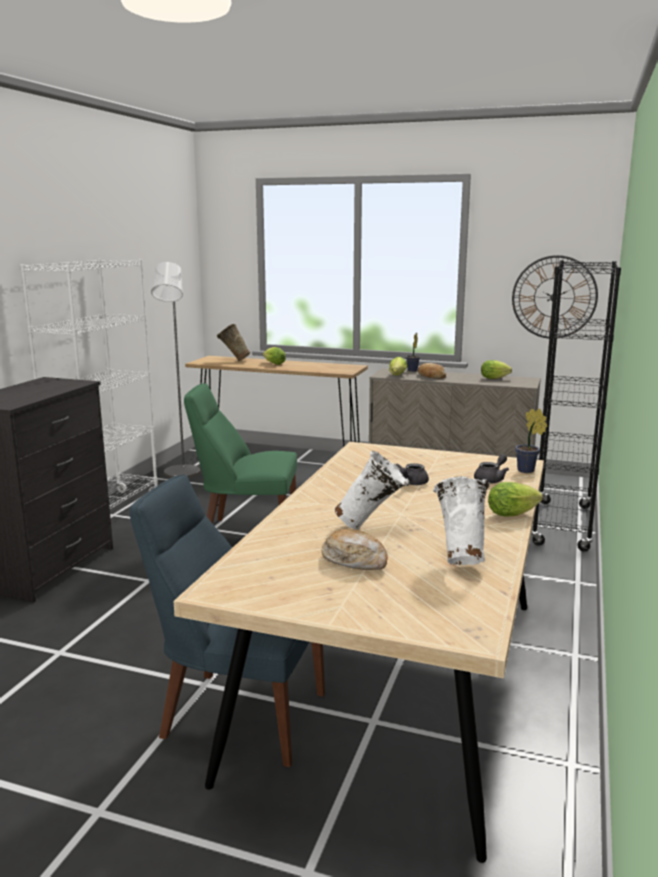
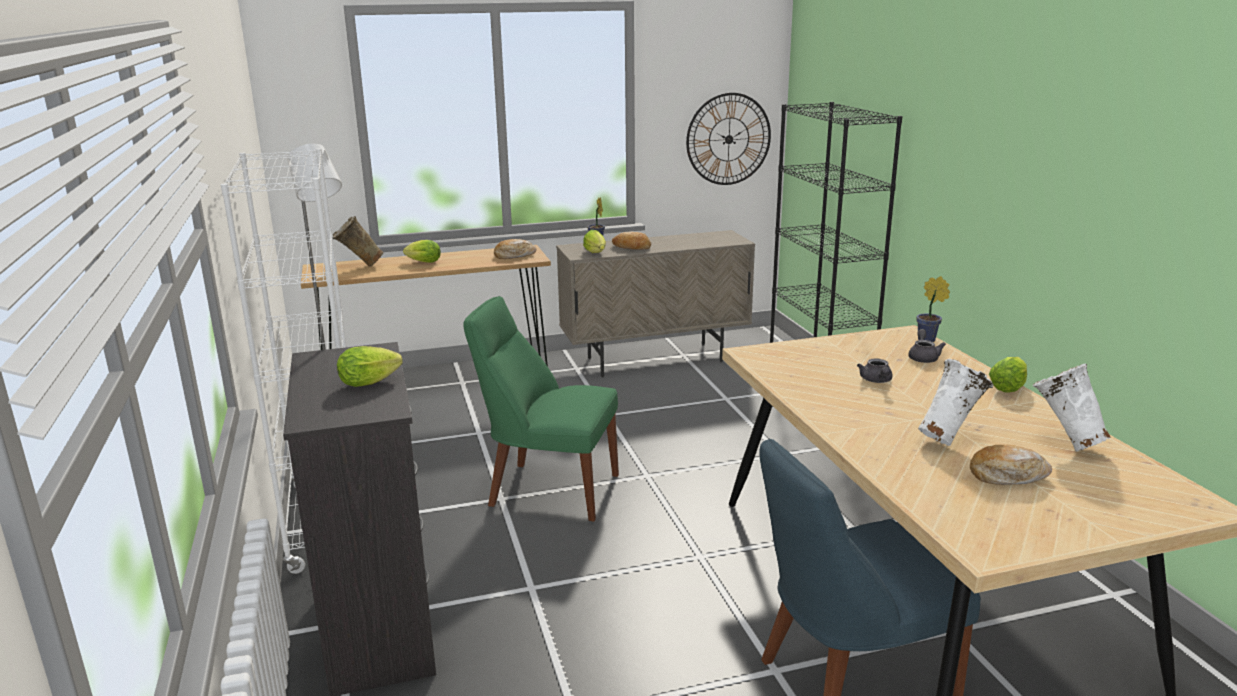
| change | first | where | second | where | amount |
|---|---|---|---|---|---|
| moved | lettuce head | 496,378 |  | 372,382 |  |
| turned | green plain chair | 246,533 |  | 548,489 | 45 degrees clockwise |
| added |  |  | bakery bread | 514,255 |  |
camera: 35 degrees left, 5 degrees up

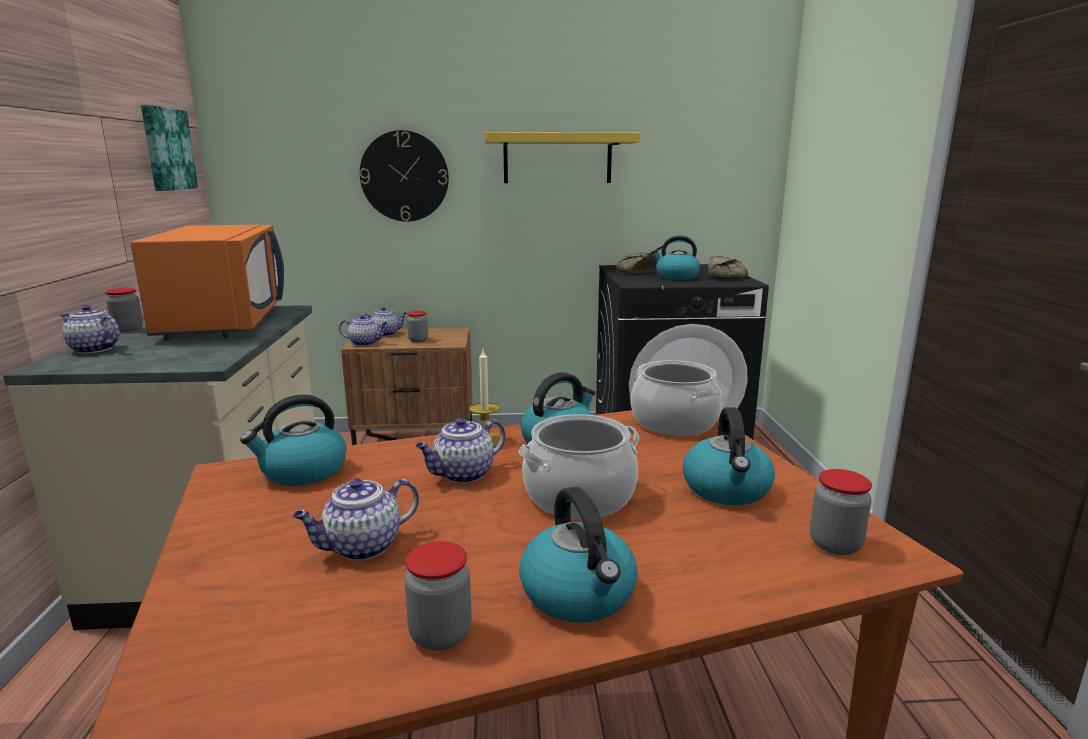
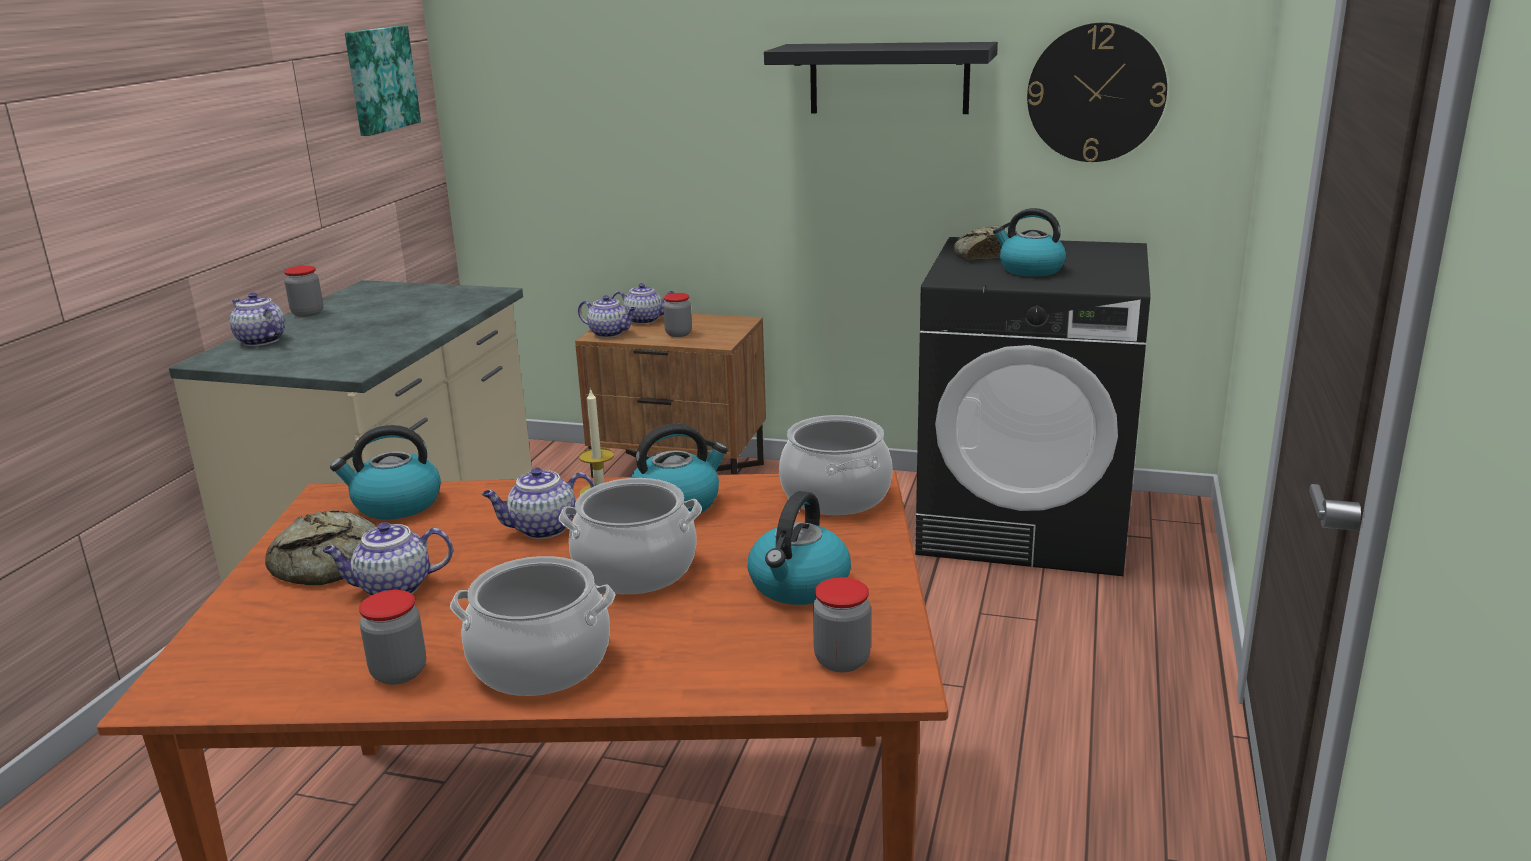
| change | first | where | second | where | amount |
|---|---|---|---|---|---|
| moved | clock on the wall | 404,176 |  | 1096,93 |  |
| recoloured | yellowish bracket shelf | 557,159 | black-coloured bracket shelf | 889,78 |  |
| removed | orange-coloured microwave oven | 223,322 |  |  |  |
| moved | bakery bread | 725,276 |  | 332,562 |  |
| replaced | tea kettle | 579,594 | saucepot | 541,662 |  |
camera: 20 degrees right, 5 degrees up

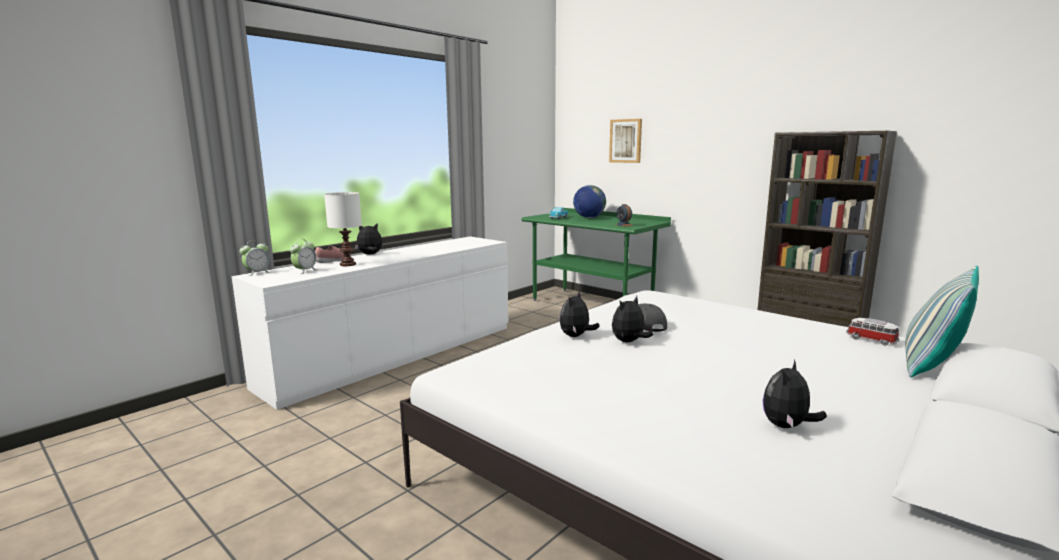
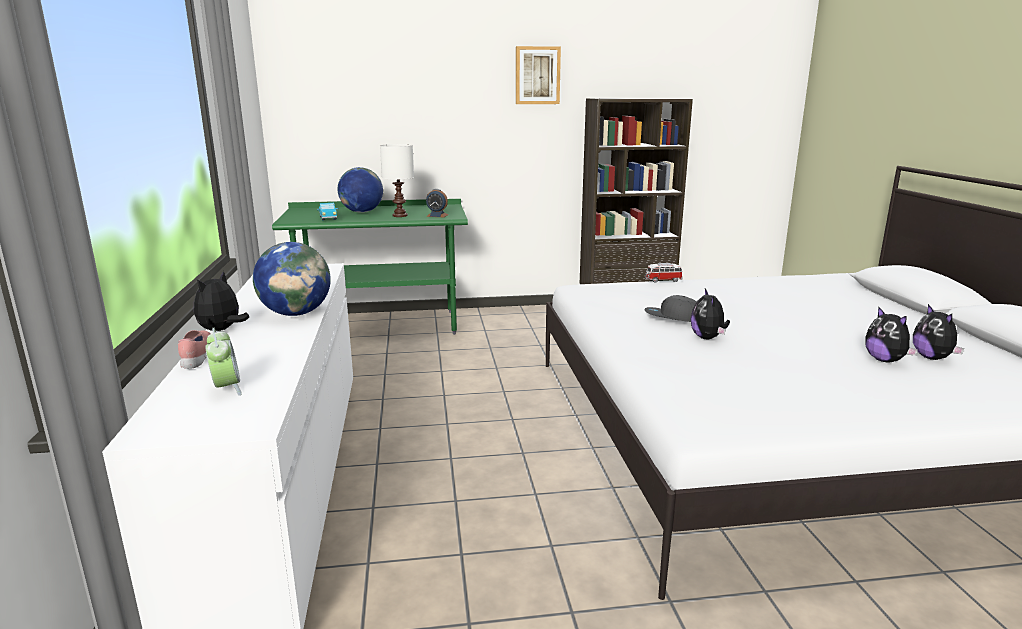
| change | first | where | second | where | amount |
|---|---|---|---|---|---|
| moved | picture | 626,141 |  | 537,75 |  |
| moved | white-coloured table lamp | 347,264 |  | 399,215 |  |
| removed | table clock | 257,273 |  |  |  |
| removed | pillow | 931,366 |  |  |  |
| moved | plush toy | 576,336 |  | 885,360 |  |
| moved | miniature car | 870,340 |  | 662,280 |  |
| added |  |  | world globe | 296,313 |  |
camera: 50 degrees left, 5 degrees up

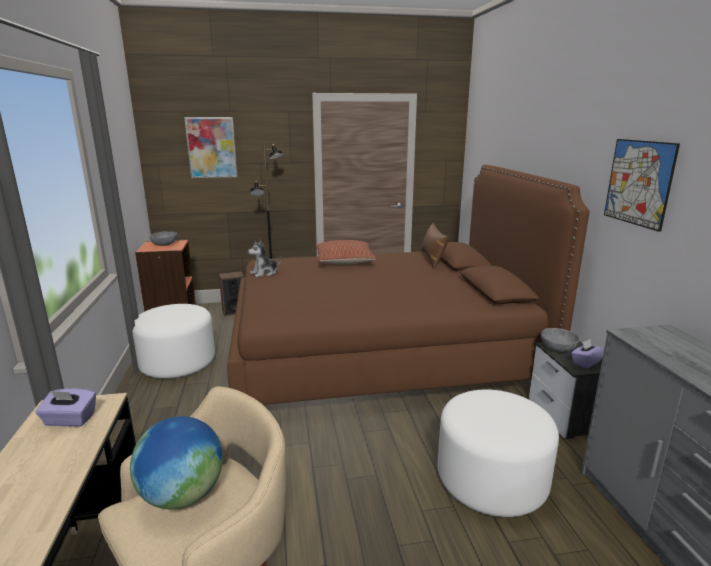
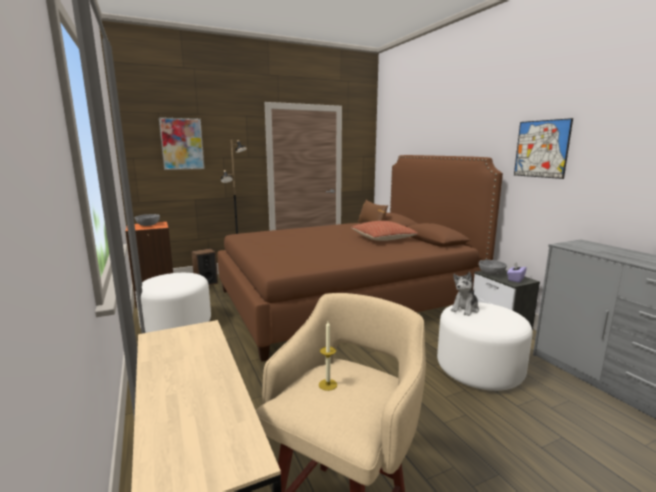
| change | first | where | second | where | amount |
|---|---|---|---|---|---|
| moved | plush toy | 265,273 |  | 465,309 |  |
| moved | pillow | 344,261 |  | 383,239 |  |
| removed | purplish tissue box | 70,420 |  |  |  |
| replaced | world globe | 183,496 | wax candle | 327,384 |  |
camera: 15 degrees left, 5 degrees down

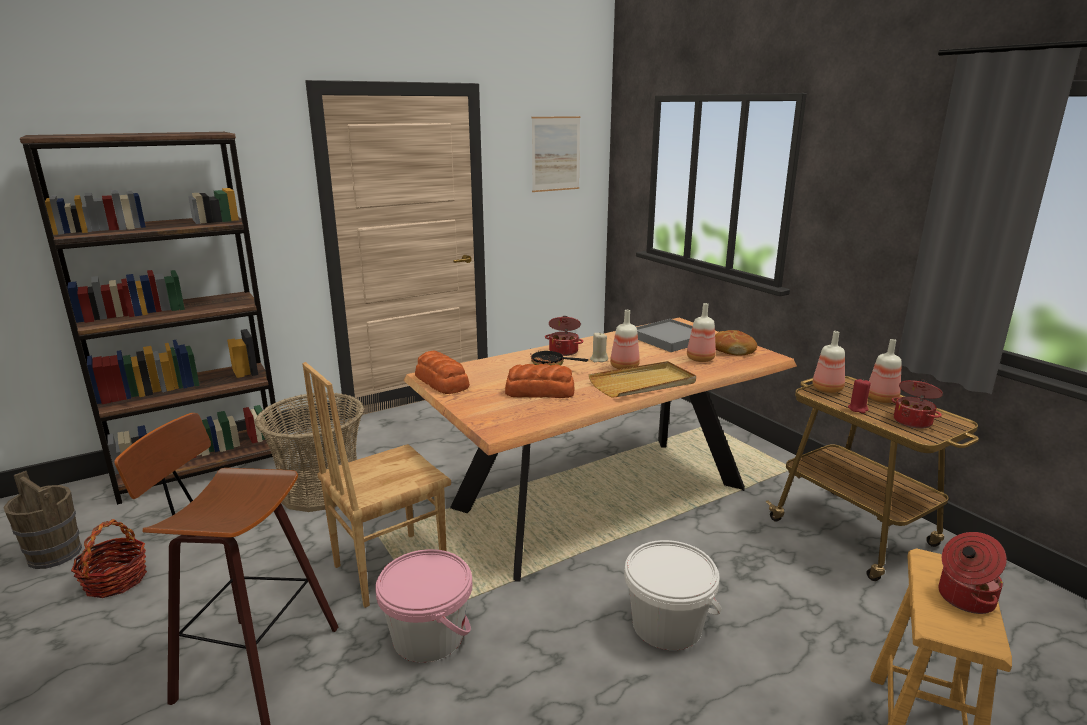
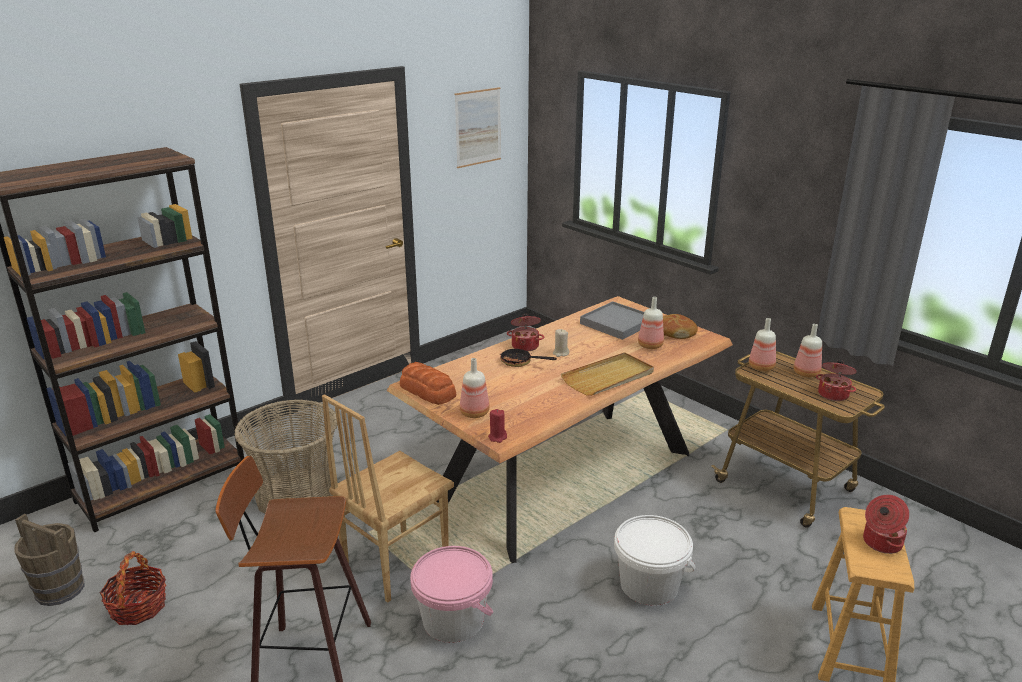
| change | first | where | second | where | amount |
|---|---|---|---|---|---|
| moved | beverage bottle | 623,367 |  | 473,413 |  |
| removed | bakery bread | 539,391 |  |  |  |
| moved | reddish wax candle | 858,409 |  | 497,437 |  |
camera: 10 degrees left, 5 degrees up

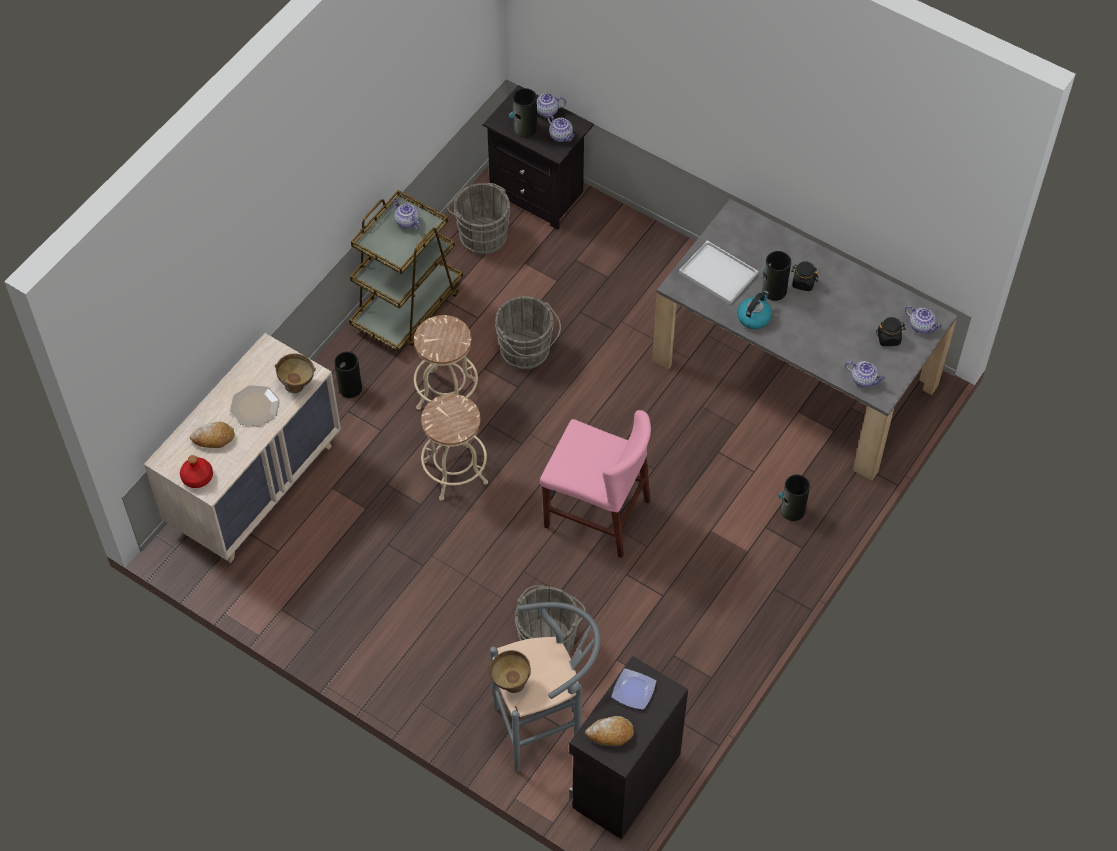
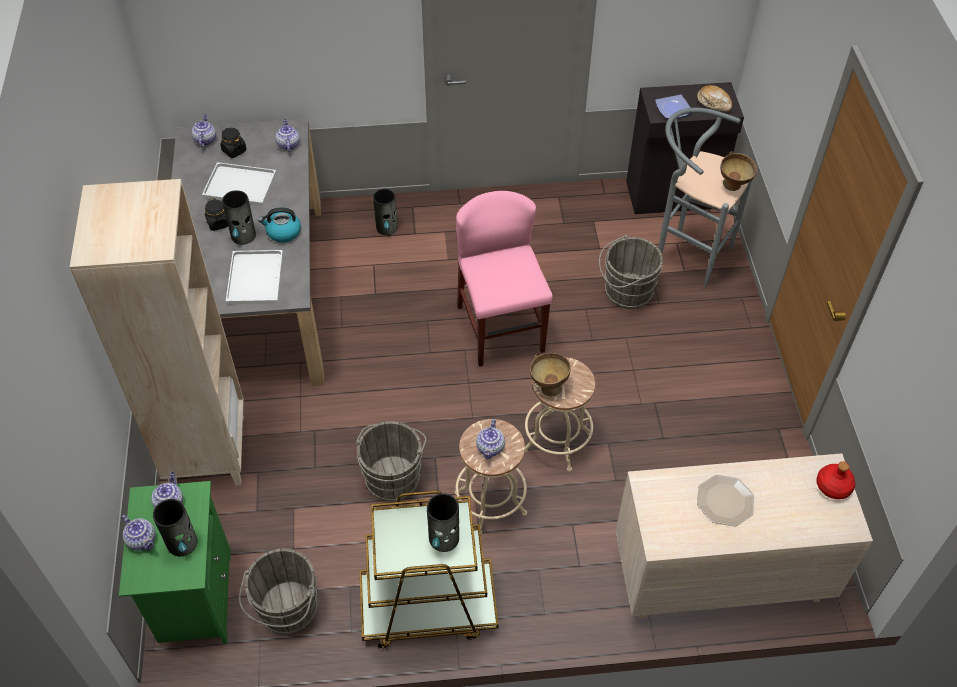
| change | first | where | second | where | amount |
|---|---|---|---|---|---|
| recoloured | black-coloured night table | 540,193 | green night table | 194,597 |  |
| moved | teapot | 406,222 |  | 490,448 |  |
| moved | vase | 349,388 |  | 444,538 |  |
| moved | brown-coloured serving bowl | 298,385 |  | 548,386 |  |
| removed | bakery bread | 213,439 |  |  |  |
| added |  |  | white-coloured tray | 241,185 |  |
| added |  |  | beige shelving unit | 207,452 |  |
camera: 130 degrees left, 5 degrees down

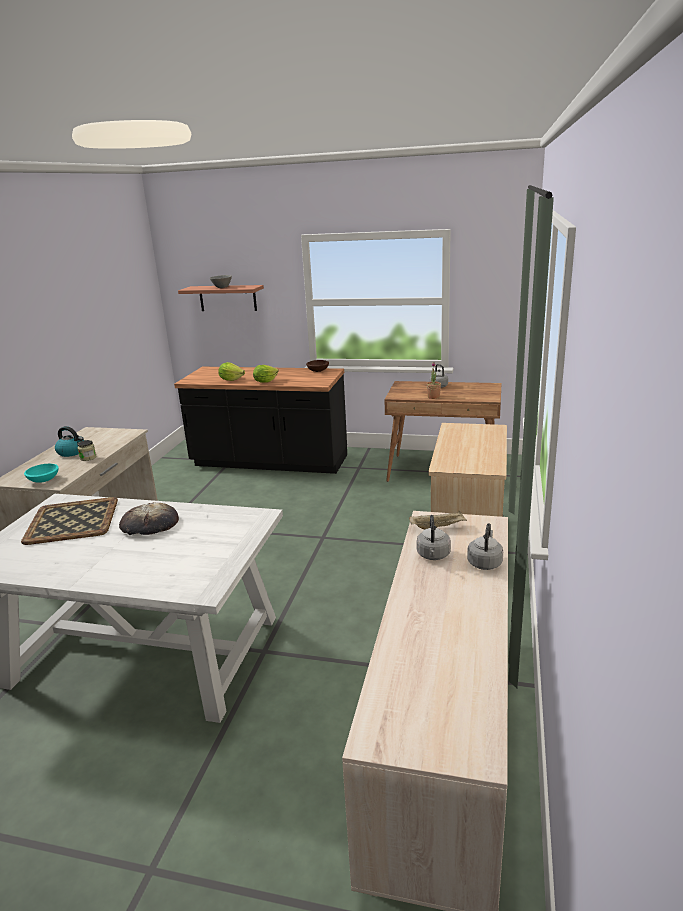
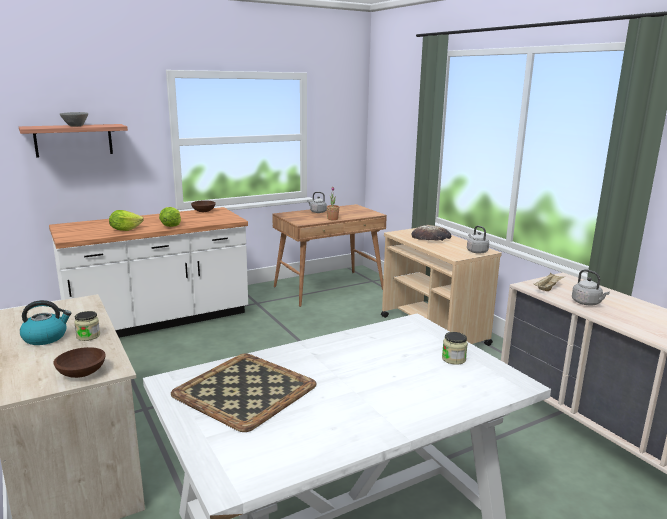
| change | first | where | second | where | amount |
|---|---|---|---|---|---|
| recoloured | black-coloured counter | 269,462 | white-coloured counter | 159,321 |  |
| recoloured | blue-green serving bowl | 43,480 | brown-coloured serving bowl | 81,373 |  |
| moved | bakery bread | 149,524 |  | 431,237 |  |
| moved | greyish tea kettle | 485,562 |  | 476,251 |  |
| added |  |  | preserve jar | 453,359 |  |
camera: 45 degrees left, 5 degrees down

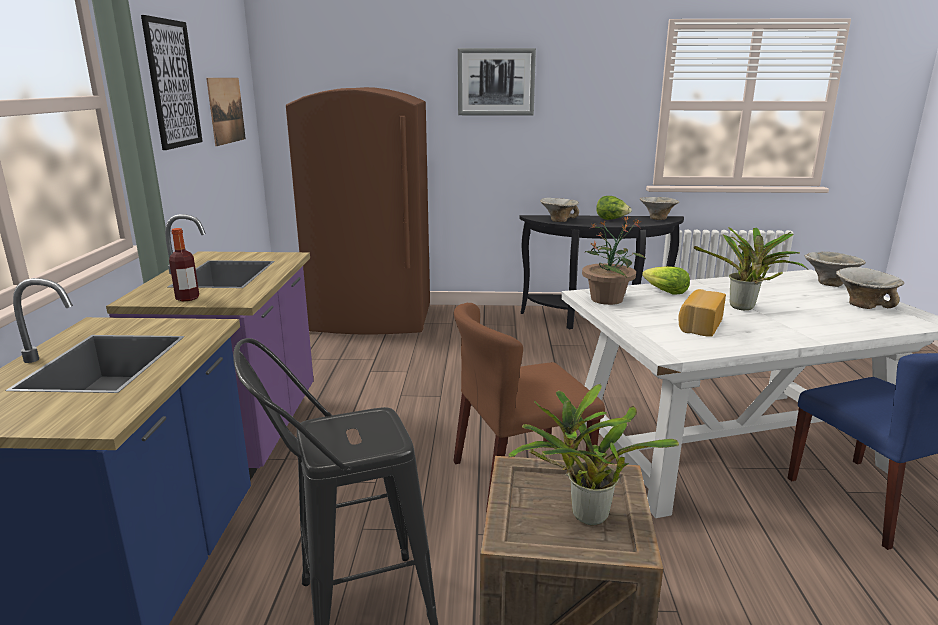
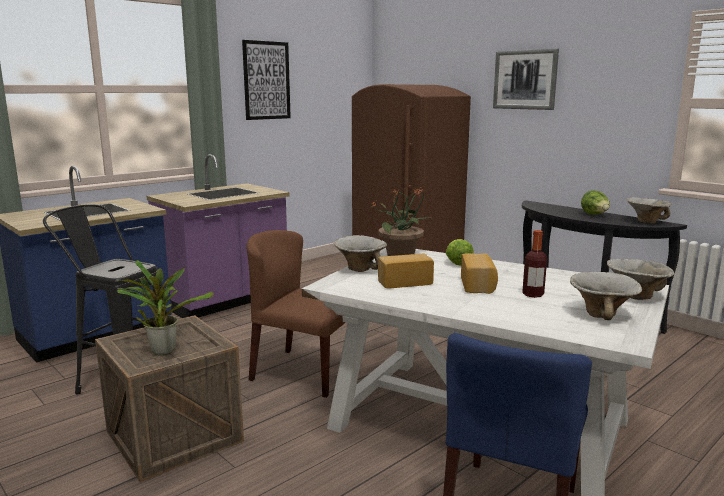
| change | first | where | second | where | amount |
|---|---|---|---|---|---|
| removed | picture | 226,110 |  |  |  |
| moved | serving bowl | 558,220 |  | 360,268 |  |
| replaced | houseplant | 744,308 | bakery bread | 478,285 |  |
| moved | beverage bottle | 187,298 |  | 533,294 |  |
camera: 45 degrees right, 5 degrees down

